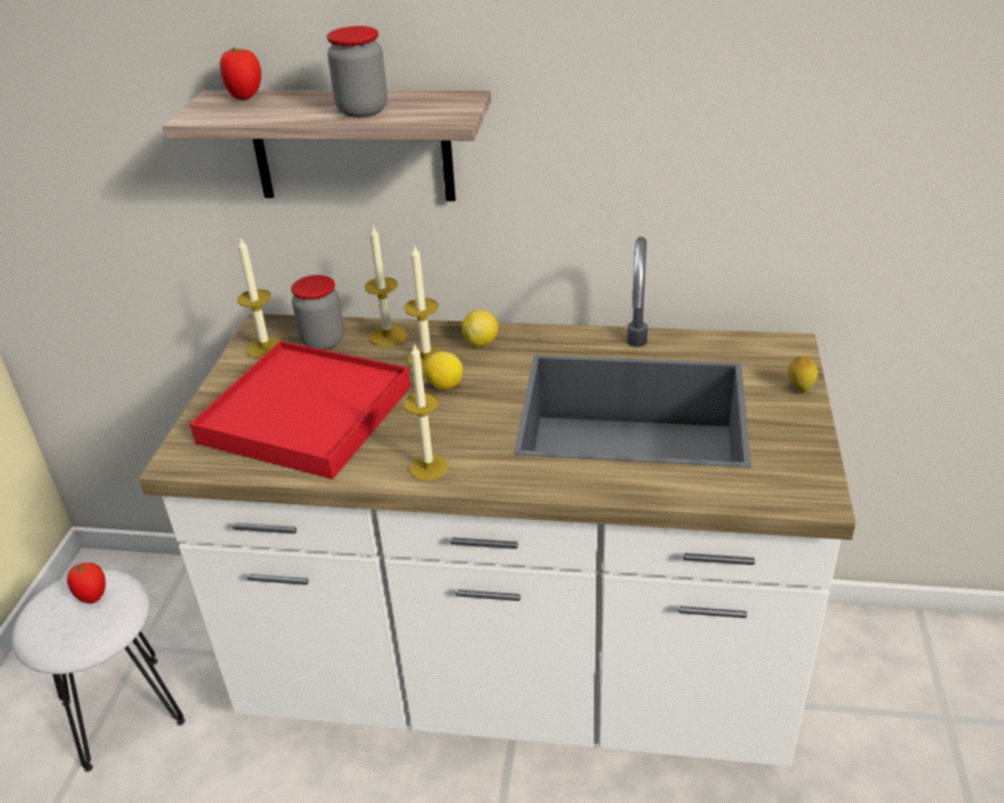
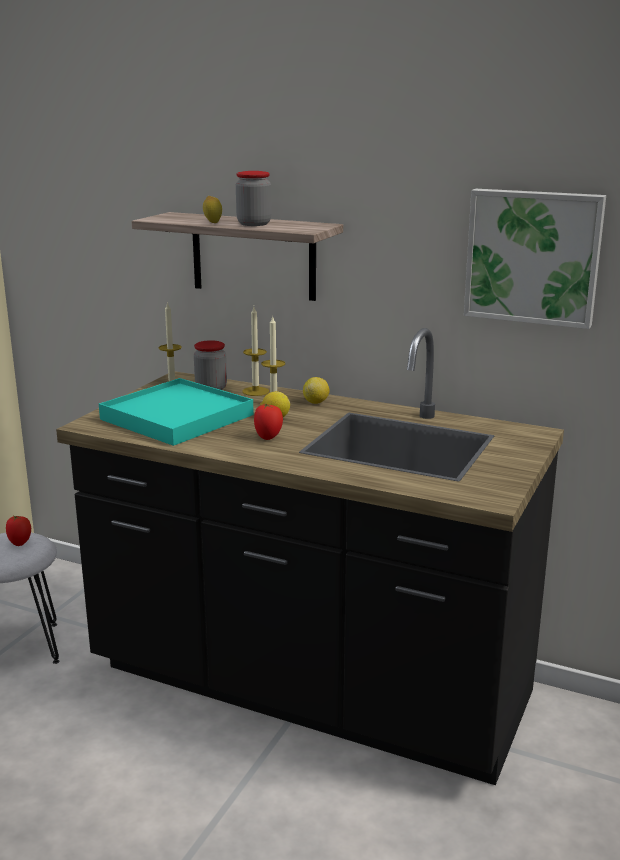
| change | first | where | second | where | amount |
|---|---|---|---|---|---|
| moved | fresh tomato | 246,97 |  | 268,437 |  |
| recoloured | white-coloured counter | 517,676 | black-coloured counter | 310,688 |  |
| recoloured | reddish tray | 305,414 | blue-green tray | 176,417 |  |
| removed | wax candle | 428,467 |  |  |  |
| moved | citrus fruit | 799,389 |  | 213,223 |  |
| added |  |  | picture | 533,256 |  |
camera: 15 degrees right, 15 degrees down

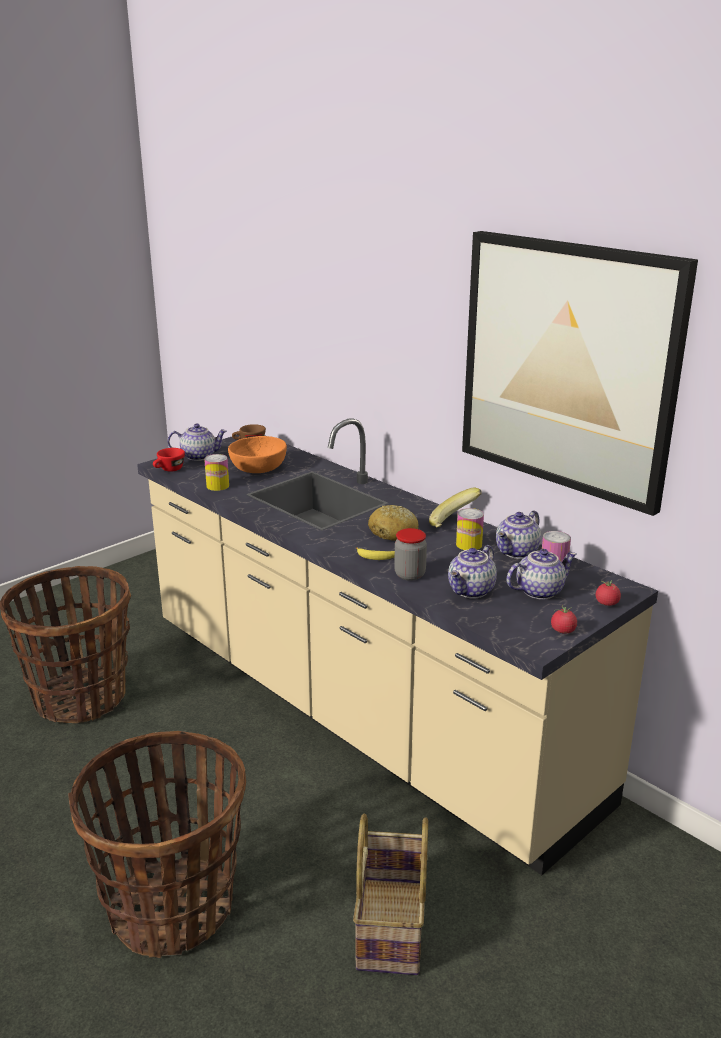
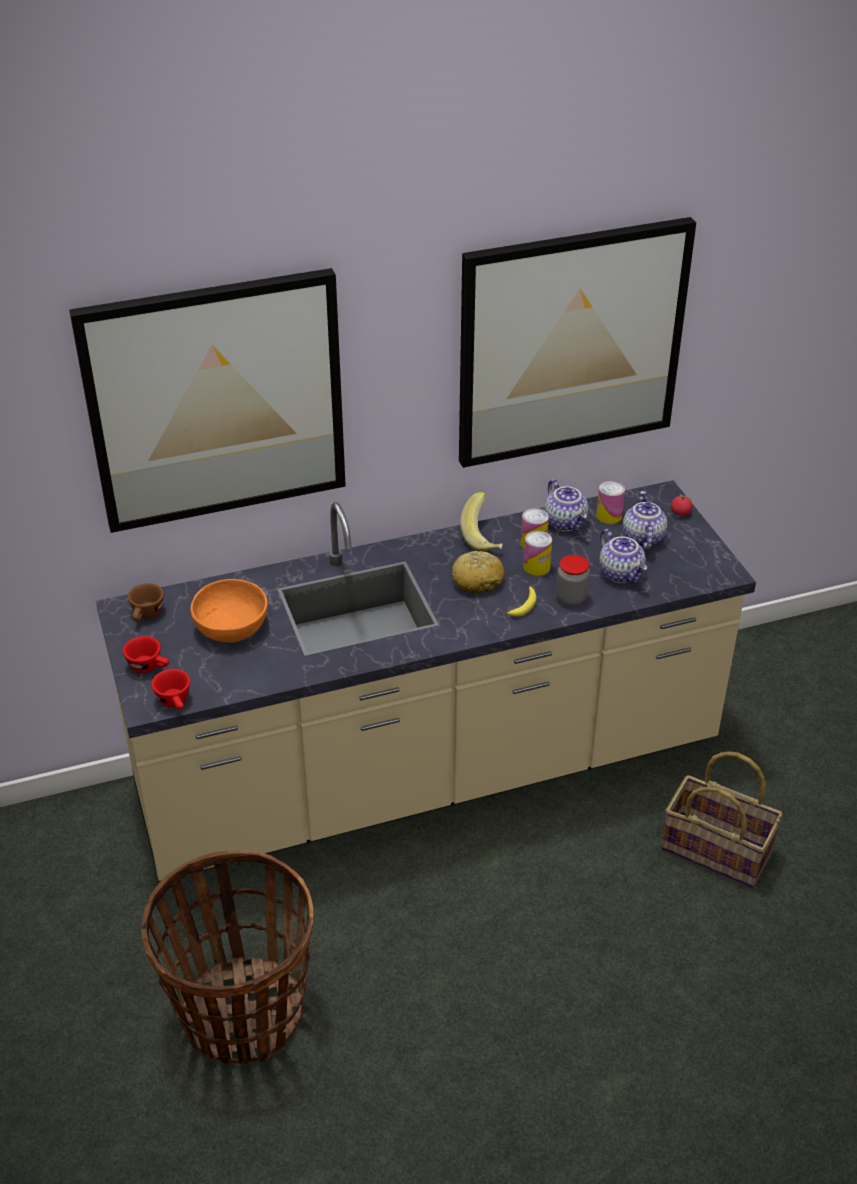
| change | first | where | second | where | amount |
|---|---|---|---|---|---|
| replaced | teapot | 199,456 | reddish cup | 149,667 |  |
| moved | sealed can | 217,486 |  | 536,567 |  |
| removed | fresh tomato | 563,631 |  |  |  |
| removed | household basket | 172,907 |  |  |  |
| added |  |  | picture | 216,401 |  |
camera: 65 degrees left, 15 degrees up

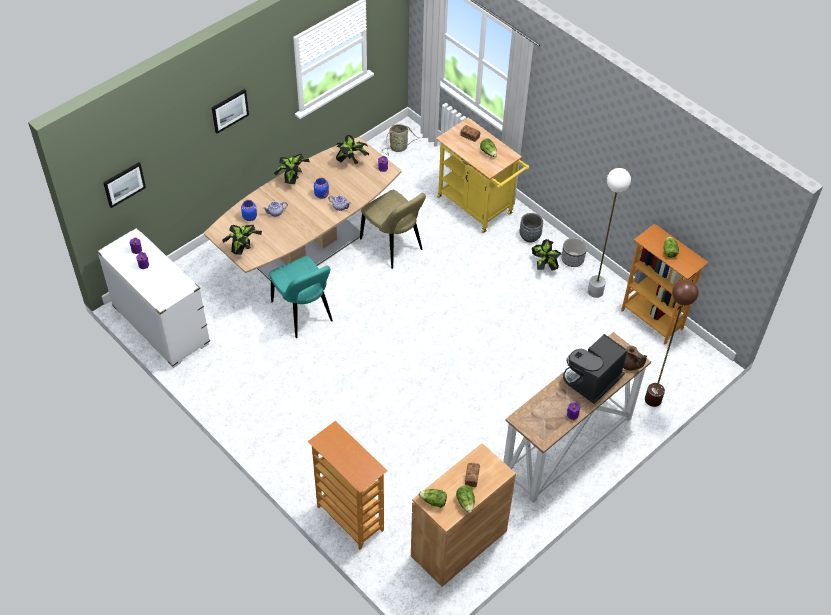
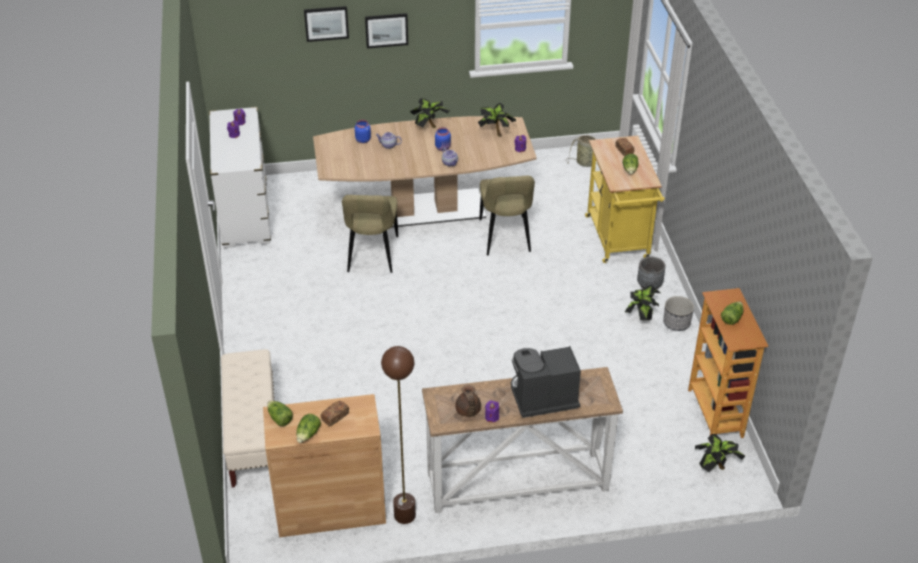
| change | first | where | second | where | amount |
|---|---|---|---|---|---|
| moved | picture | 124,184 |  | 326,23 |  |
| removed | white-coloured standard lamp | 595,291 |  |  |  |
| moved | houseplant | 243,249 |  | 716,467 |  |
| recoloured | blue-green plain chair | 303,314 | beige plain chair | 372,256 |  |
| moved | brown-coloured standard lamp | 653,400 |  | 404,515 |  |
| moved | brown-coloured teapot | 630,365 |  | 468,411 |  |
| replaced | shelving unit | 349,519 | beige indoor bench | 253,436 |  |
camera: 35 degrees right, 10 degrees down

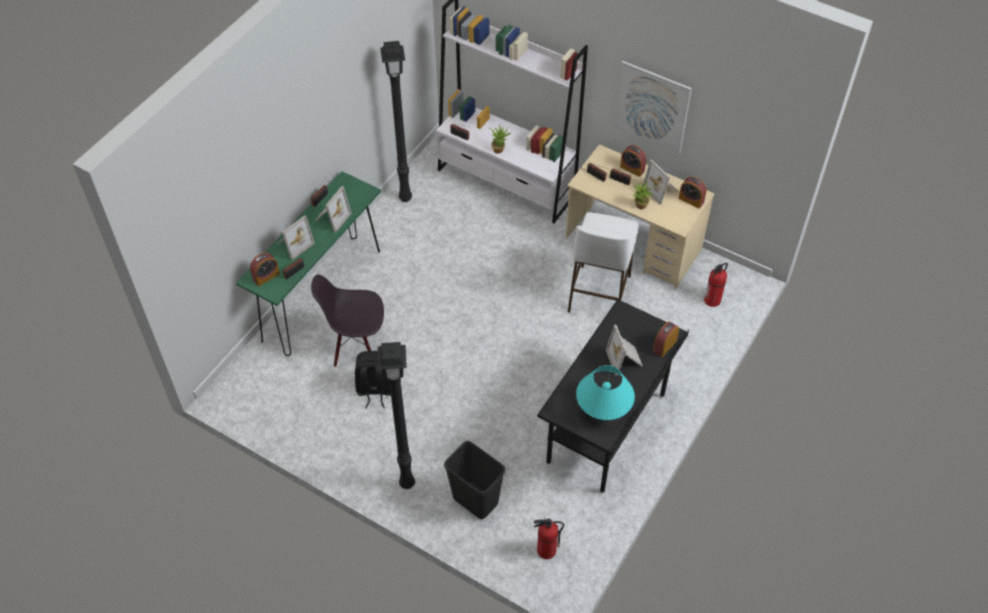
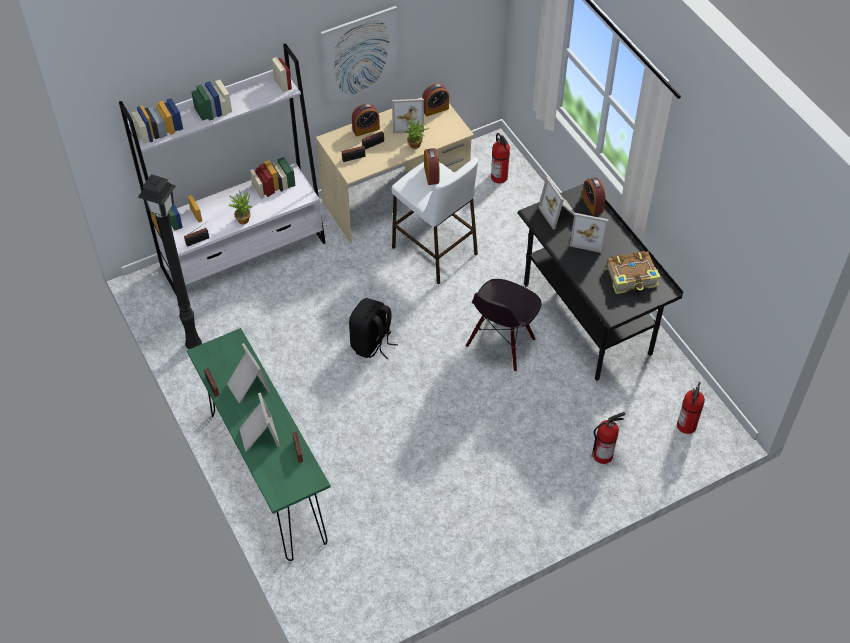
| change | first | where | second | where | amount |
|---|---|---|---|---|---|
| moved | table clock | 266,276 |  | 431,174 |  |
| moved | black-coloured plain chair | 356,345 |  | 501,344 |  |
| removed | black-coloured standard lamp | 408,484 |  |  |  |
| moved | black-coloured knapsack | 375,390 |  | 372,344 |  |
| replaced | blue-green table lamp | 603,408 | volume | 632,278 |  |
| replaced | black-coloured rubbish bin | 476,500 | fire extinguisher | 603,454 |  |
| added |  |  | standing frame | 559,213 |  |
camera: 60 degrees left, 0 degrees up

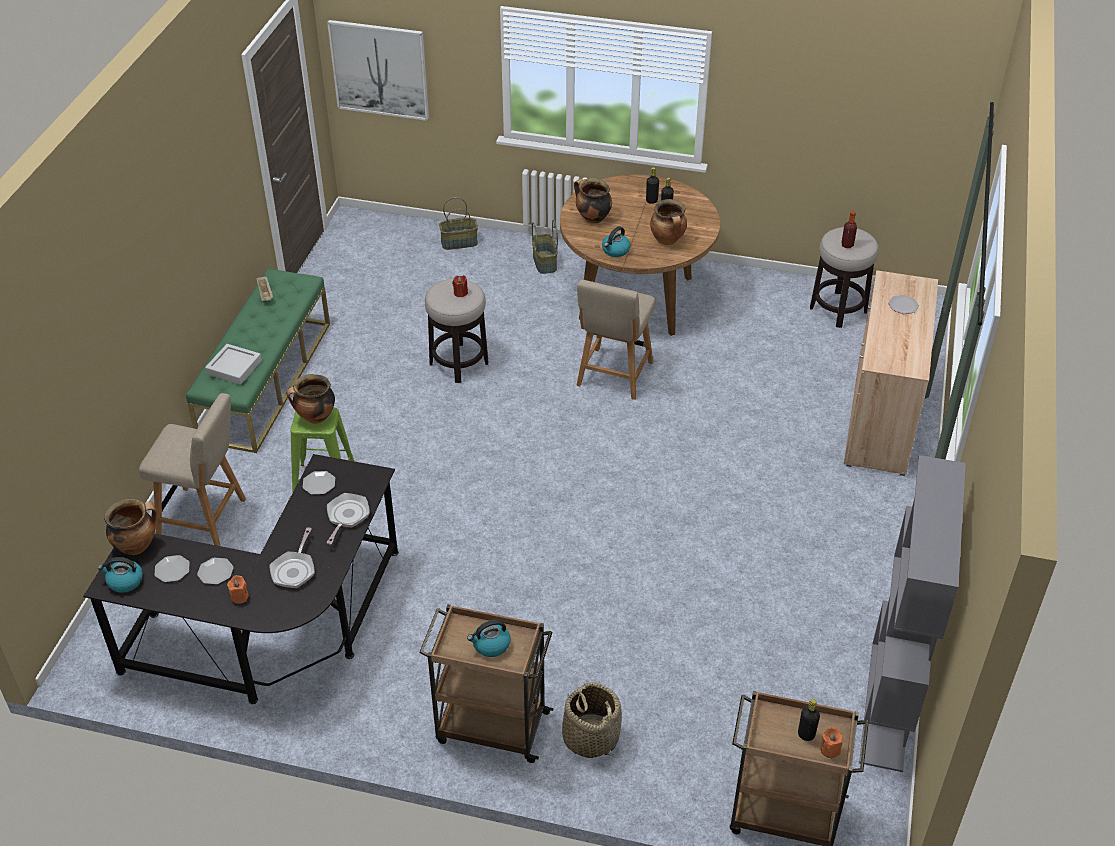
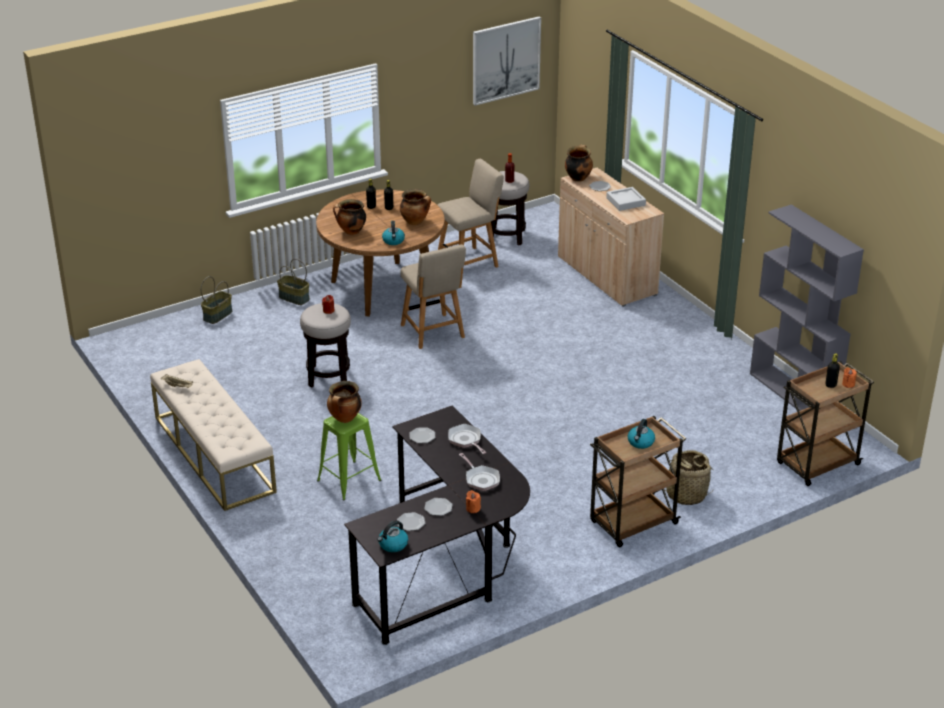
| change | first | where | second | where | amount |
|---|---|---|---|---|---|
| moved | picture | 379,70 |  | 505,60 |  |
| recoloured | green indoor bench | 266,380 | beige indoor bench | 213,454 |  |
| moved | greyish tray | 234,367 |  | 625,202 |  |
| moved | beige plain chair | 206,518 |  | 470,262 |  |
| moved | saucepot | 137,545 |  | 578,178 |  |
camera: 45 degrees left, 10 degrees down

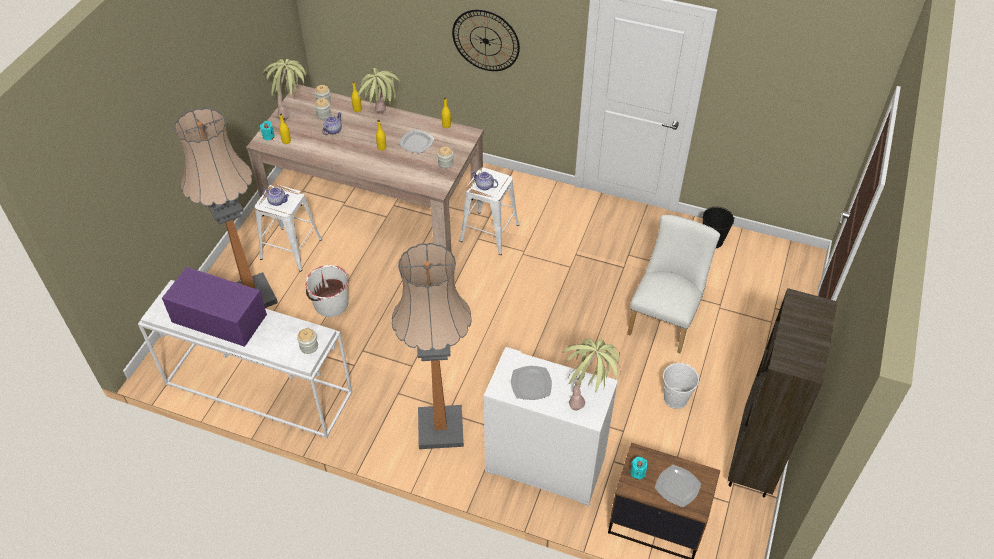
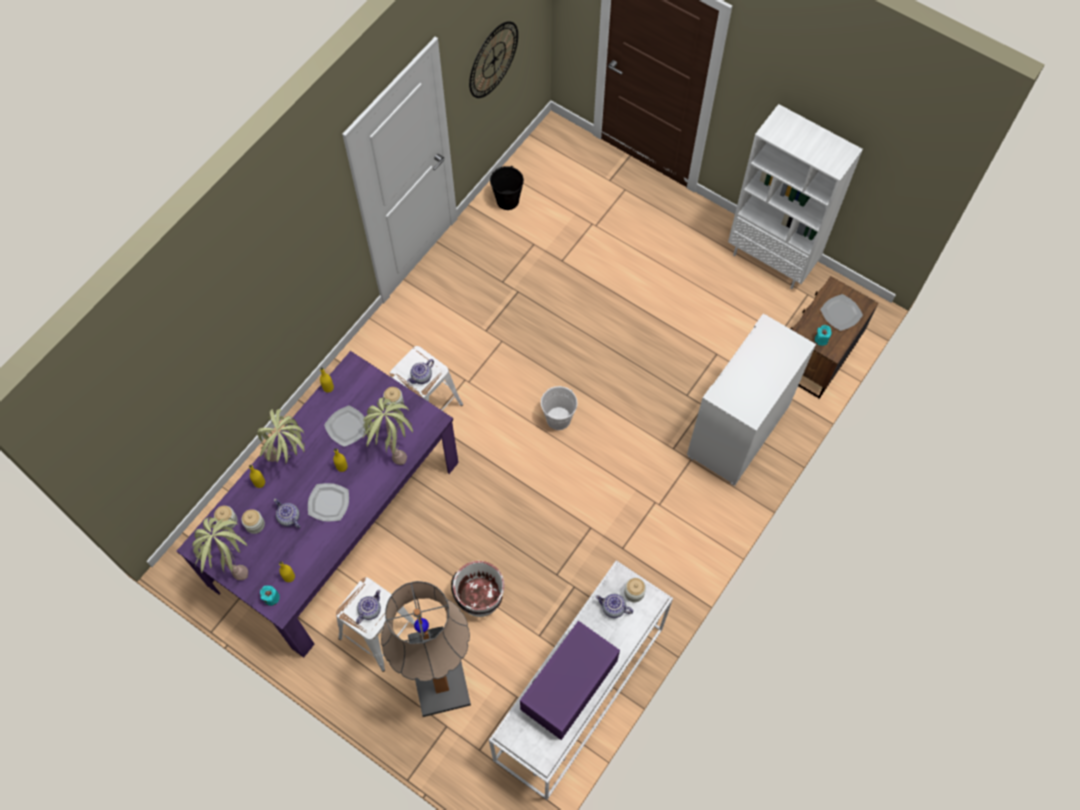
| change | first | where | second | where | amount |
|---|---|---|---|---|---|
| moved | clock on the wall | 485,40 |  | 493,60 |  |
| recoloured | beige dining table | 374,204 | purplish dining table | 335,522 |  |
| removed | white-coloured plain chair | 665,319 |  |  |  |
| removed | standard lamp | 440,428 |  |  |  |
| recoloured | brown-coloured shelving unit | 754,461 | white-coloured shelving unit | 771,260 |  |
| moved | houseplant | 588,394 |  | 392,445 |  |
| moved | white-coloured bucket | 675,398 |  | 558,419 |  |
| moved | dinner plate | 531,384 |  | 329,503 |  |
| added |  |  | teapot | 613,608 |  |
camera: 75 degrees left, 15 degrees up

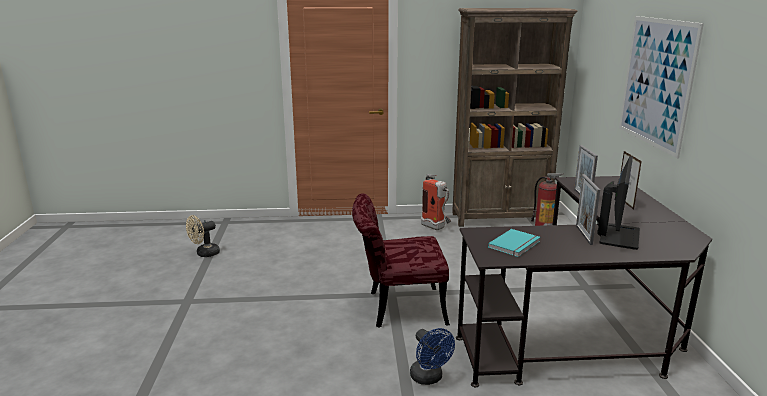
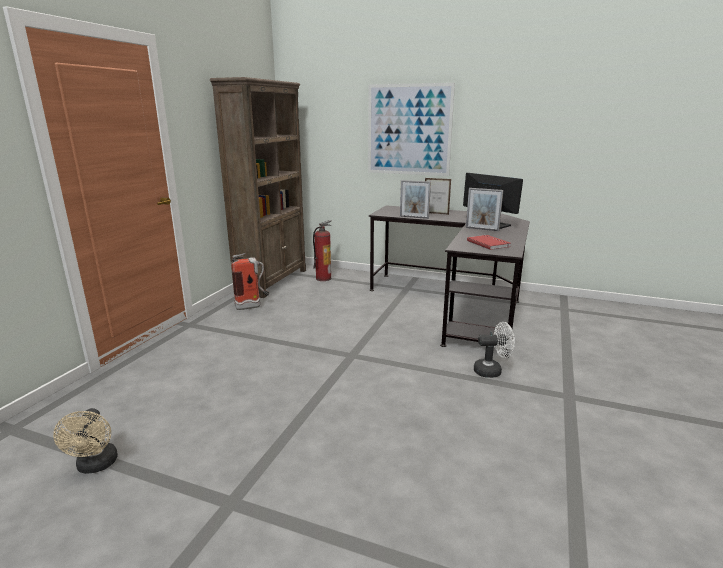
| change | first | where | second | where | amount |
|---|---|---|---|---|---|
| removed | reddish plain chair | 397,308 |  |  |  |
| recoloured | blue-green volume | 515,245 | reddish volume | 489,243 |  |
| recoloured | blue-coloured electric fan | 429,378 | white-coloured electric fan | 492,371 |  |
camera: 65 degrees left, 0 degrees up

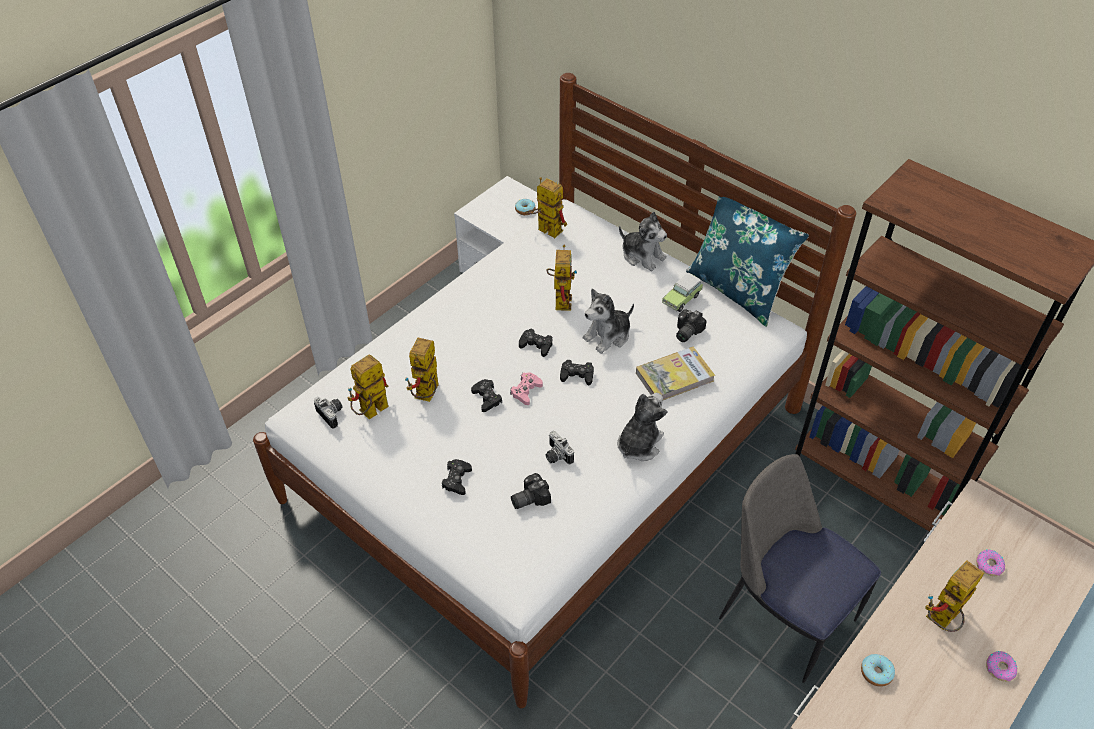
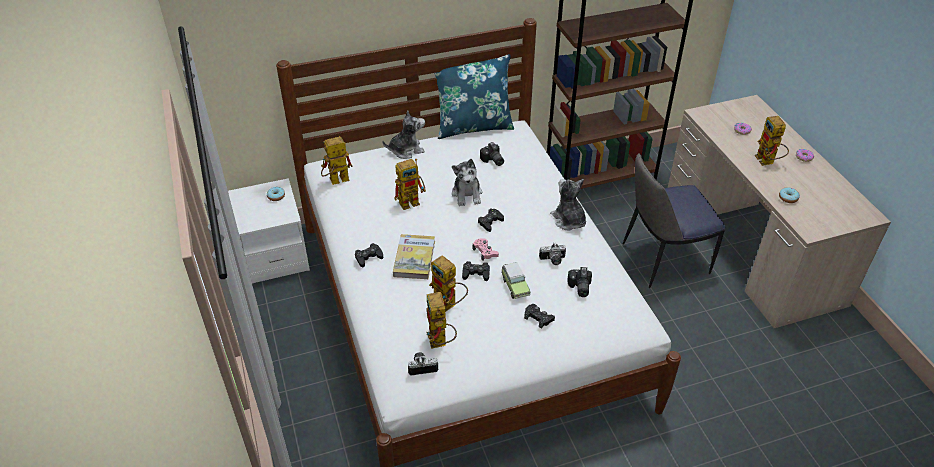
| change | first | where | second | where | amount |
|---|---|---|---|---|---|
| turned | toy robot | 561,298 |  | 412,201 | 120 degrees clockwise |
| moved | miniature car | 682,299 |  | 514,286 |  |
| moved | black-coloured joypad | 536,345 |  | 368,257 |  |
| moved | volume | 674,377 |  | 414,258 |  |
camera: 60 degrees left, 5 degrees down

